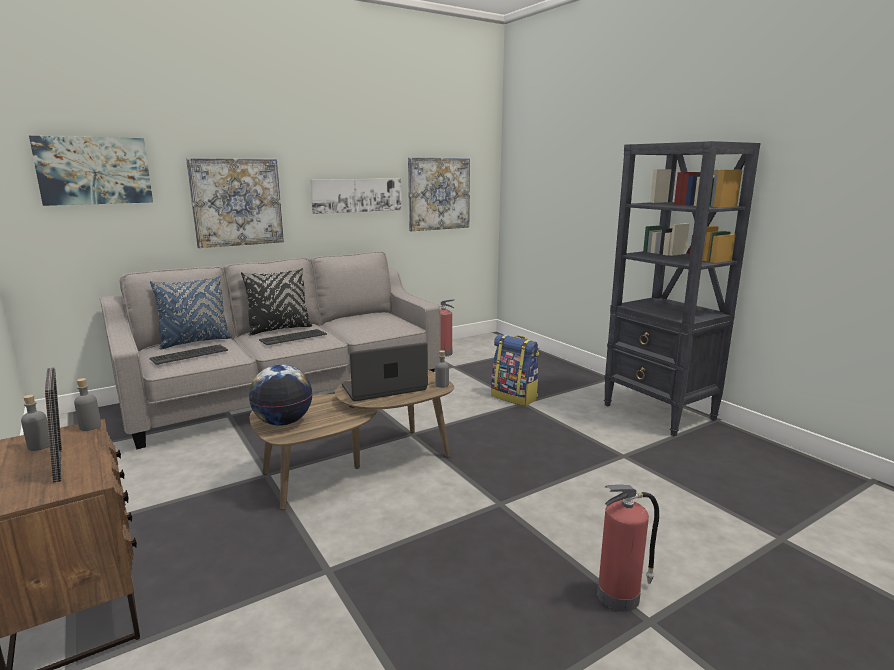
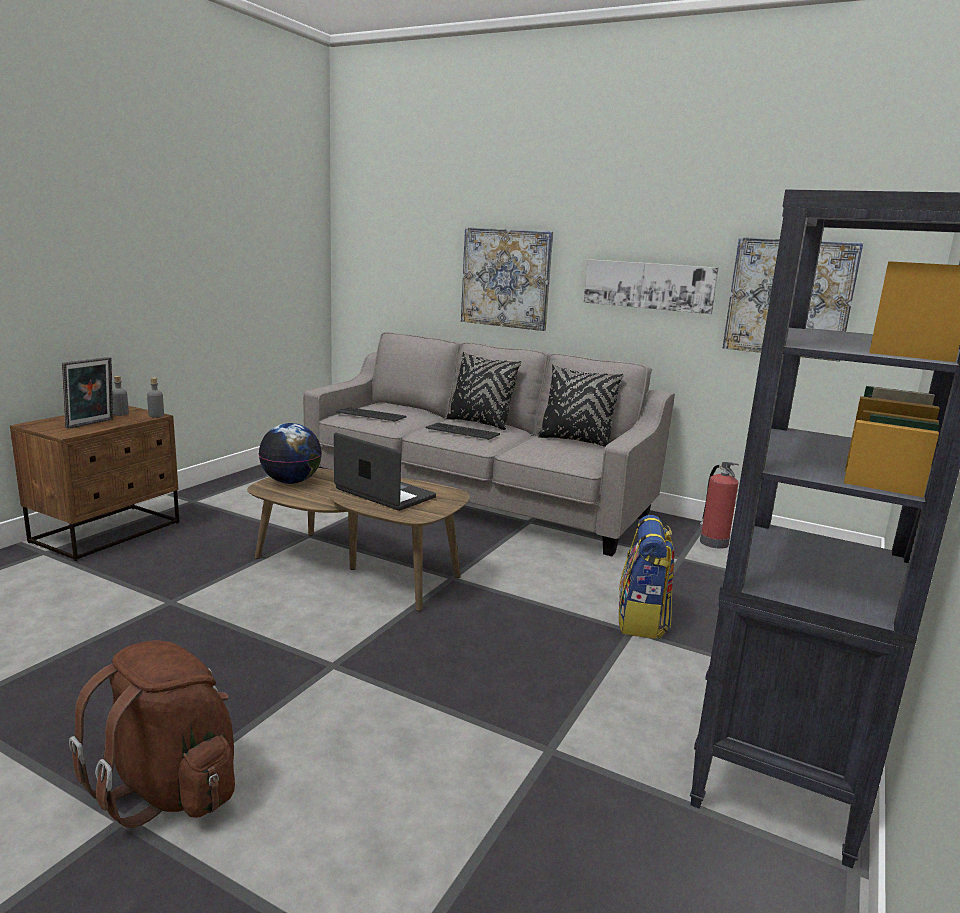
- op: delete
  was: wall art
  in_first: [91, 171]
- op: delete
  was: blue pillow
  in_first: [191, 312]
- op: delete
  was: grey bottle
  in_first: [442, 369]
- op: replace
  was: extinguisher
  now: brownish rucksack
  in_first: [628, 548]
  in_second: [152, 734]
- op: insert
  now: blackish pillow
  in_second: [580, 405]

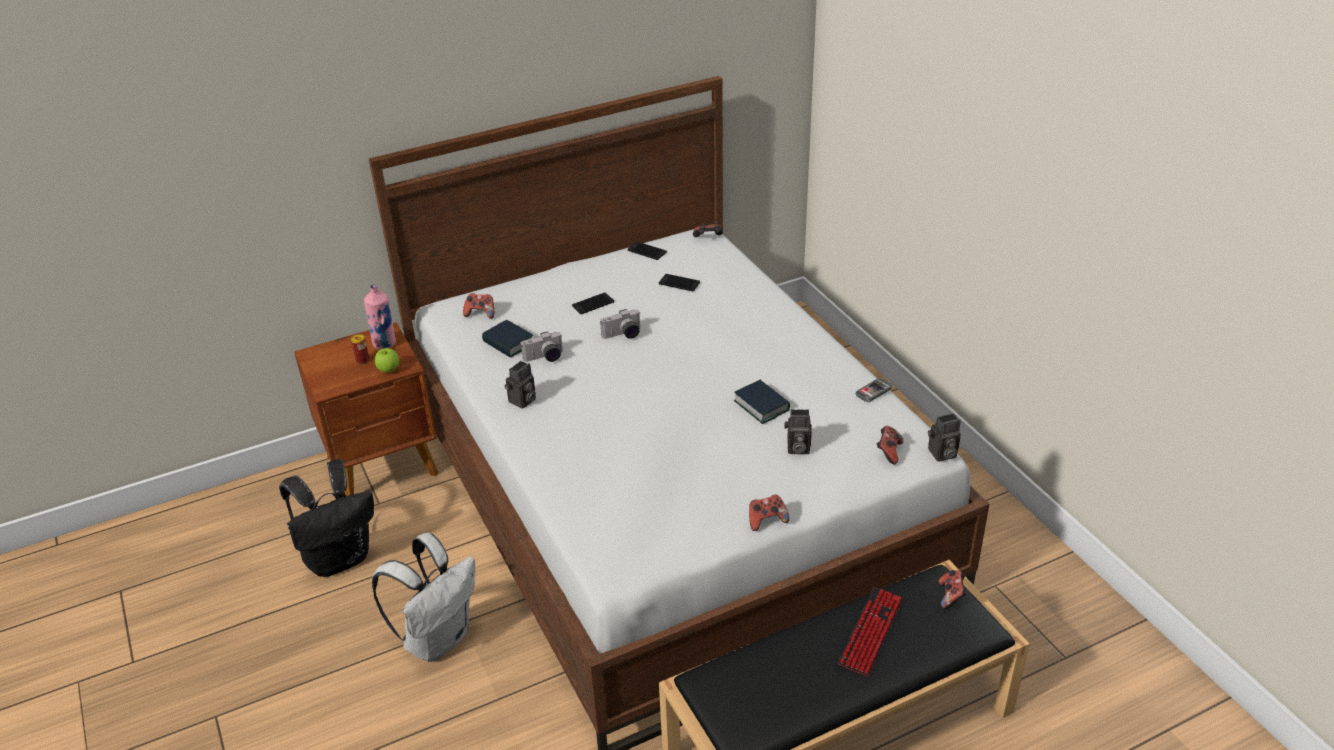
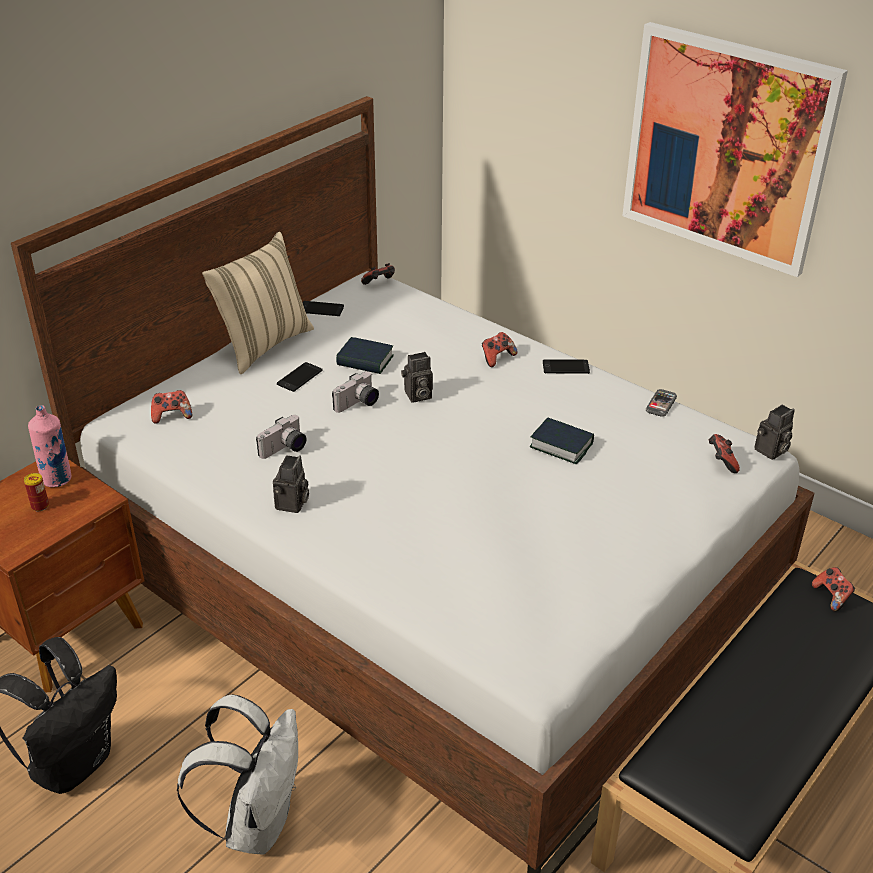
- op: move
  was: handset
  in_first: [679, 282]
  in_second: [566, 366]
- op: move
  was: volume
  in_first: [507, 339]
  in_second: [365, 355]
- op: delete
  was: apple fruit
  in_first: [387, 360]
- op: move
  was: photo camera
  in_first: [798, 431]
  in_second: [417, 377]
- op: move
  was: gamepad
  in_first: [769, 513]
  in_second: [500, 349]
- op: delete
  was: keyboard
  in_first: [870, 632]
- op: insert
  now: wall art
  in_second: [735, 149]
- op: insert
  now: beige pillow
  in_second: [258, 303]

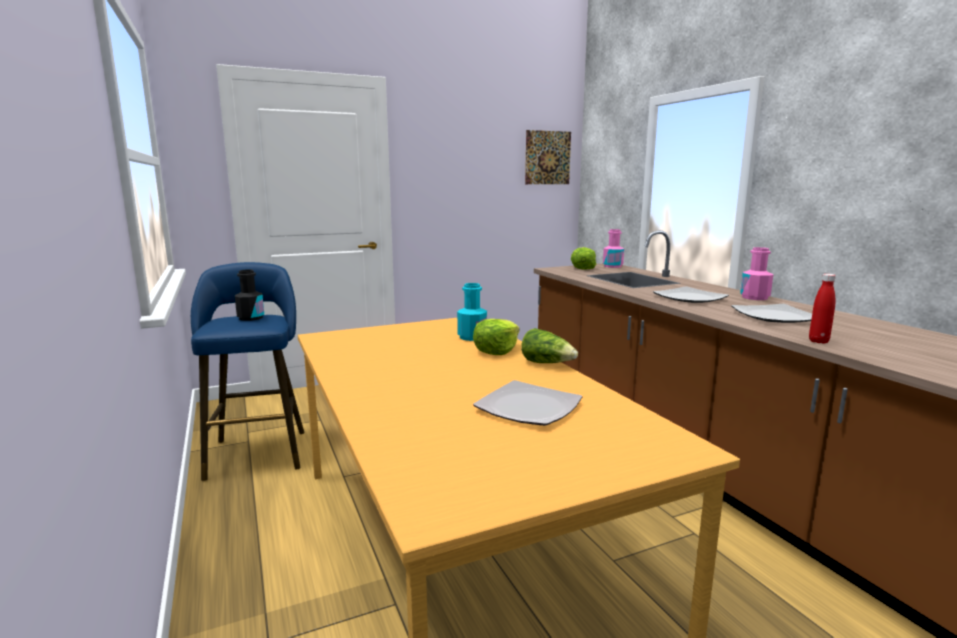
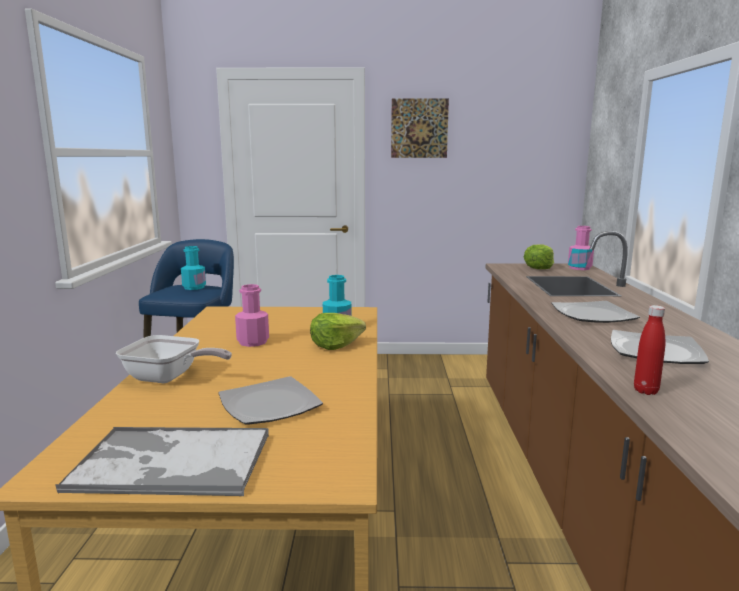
- op: move
  was: wall art
  in_first: [548, 157]
  in_second: [420, 128]
- op: move
  was: pink-coloured bottle
  in_first: [756, 273]
  in_second: [252, 315]
- op: recolor
  was: blackish bottle
  now: turquoise-coloured bottle
  in_first: [249, 295]
  in_second: [193, 268]
- op: delete
  was: lettuce head
  in_first: [549, 345]
- op: insert
  now: frying pan
  in_second: [174, 359]
- op: insert
  now: serving tray
  in_second: [162, 461]

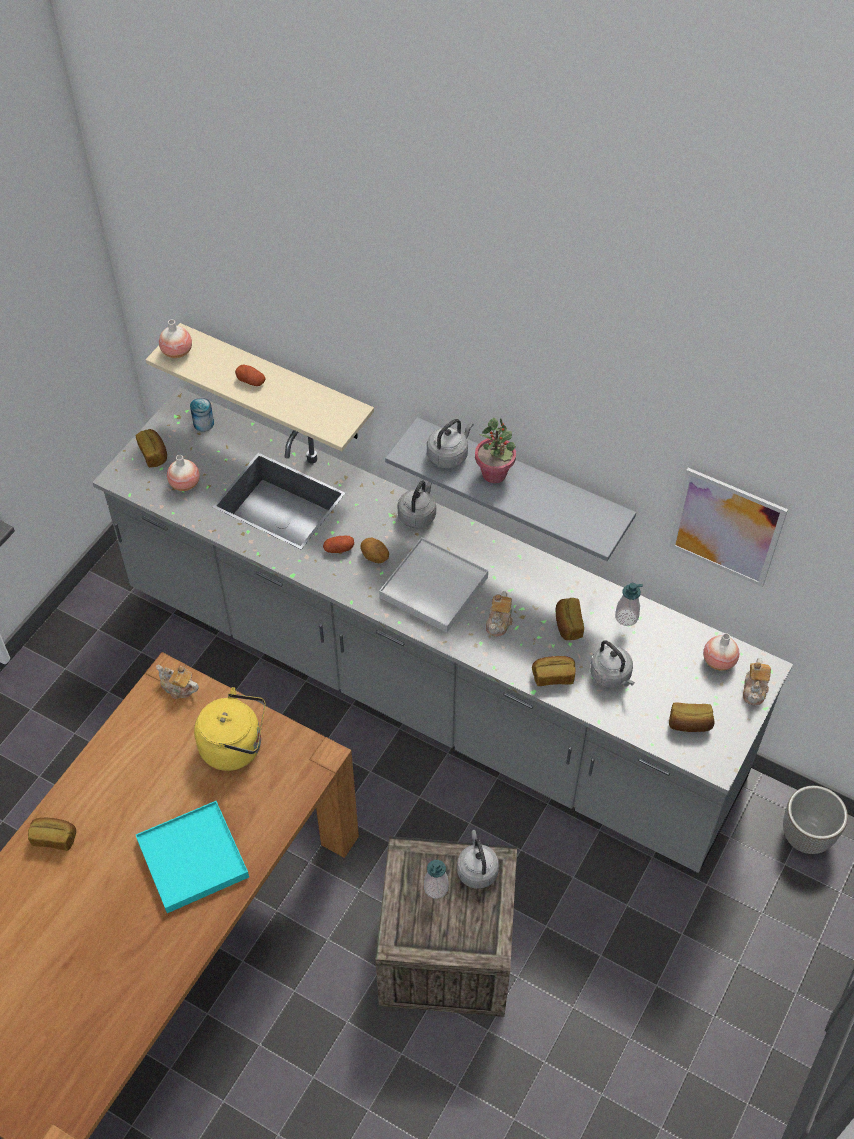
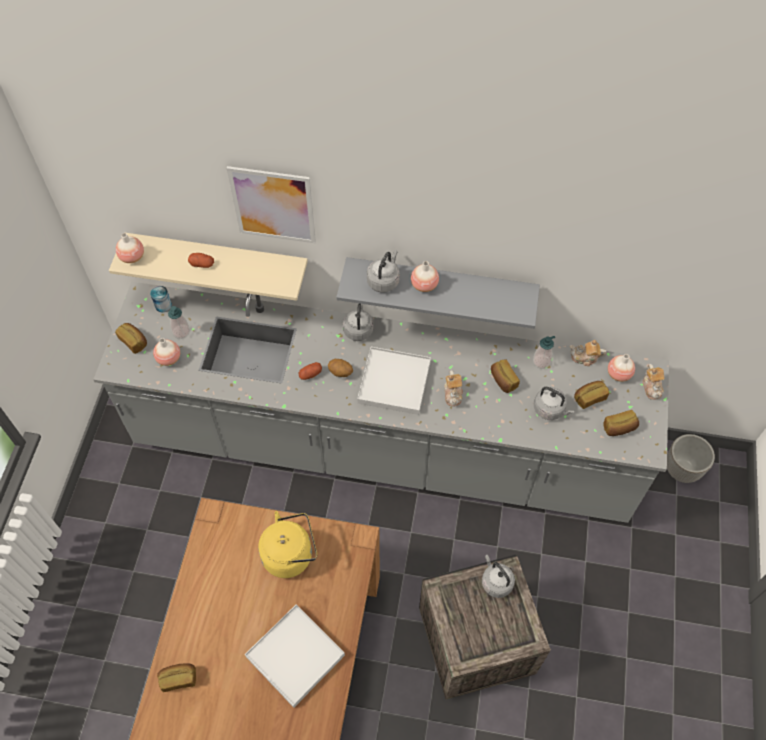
- op: replace
  was: houseplant
  now: decorative vase
  in_first: [495, 450]
  in_second: [425, 276]
- op: move
  was: wall art
  in_first: [728, 527]
  in_second: [271, 204]
- op: move
  was: bakery bread
  in_first: [554, 671]
  in_second: [591, 395]
- op: move
  was: tea pot
  in_first: [177, 682]
  in_second: [588, 353]
- op: recolor
  was: turquoise-coloured serving tray
  now: whitish serving tray
  in_first: [192, 857]
  in_second: [295, 656]
- op: move
  was: liquid soap bottle
  in_first: [436, 879]
  in_second: [179, 322]

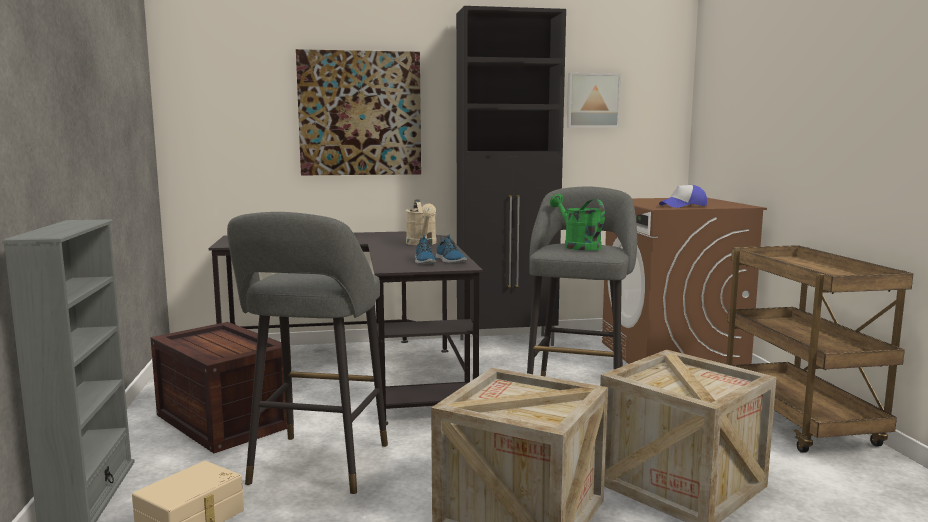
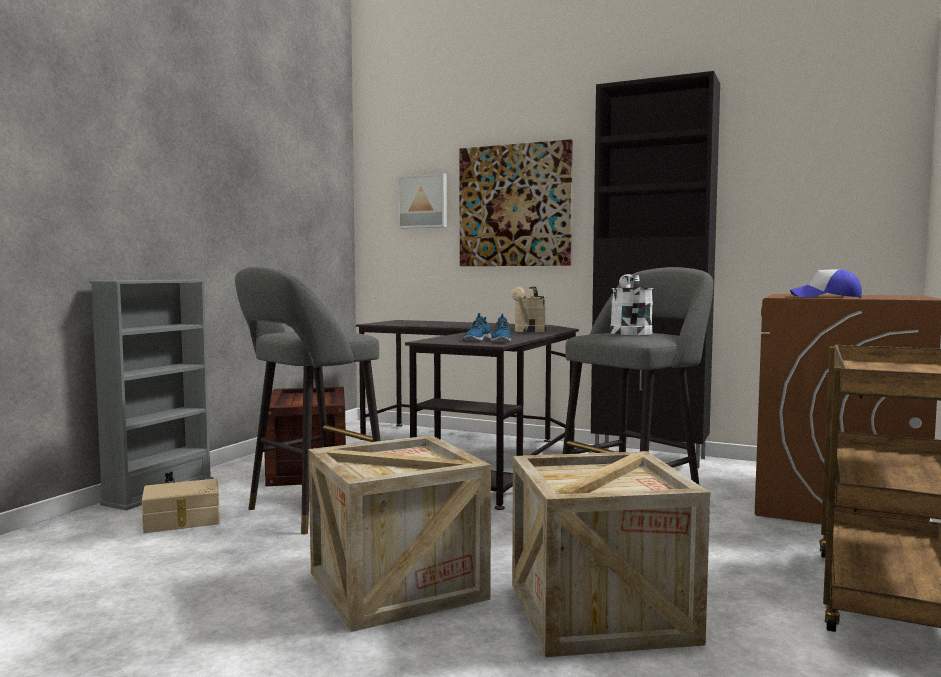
- op: move
  was: wall art
  in_first: [594, 100]
  in_second: [422, 201]
- op: recolor
  was: green-coloured sprinkling can
  now: whitish sprinkling can
  in_first: [577, 222]
  in_second: [631, 304]

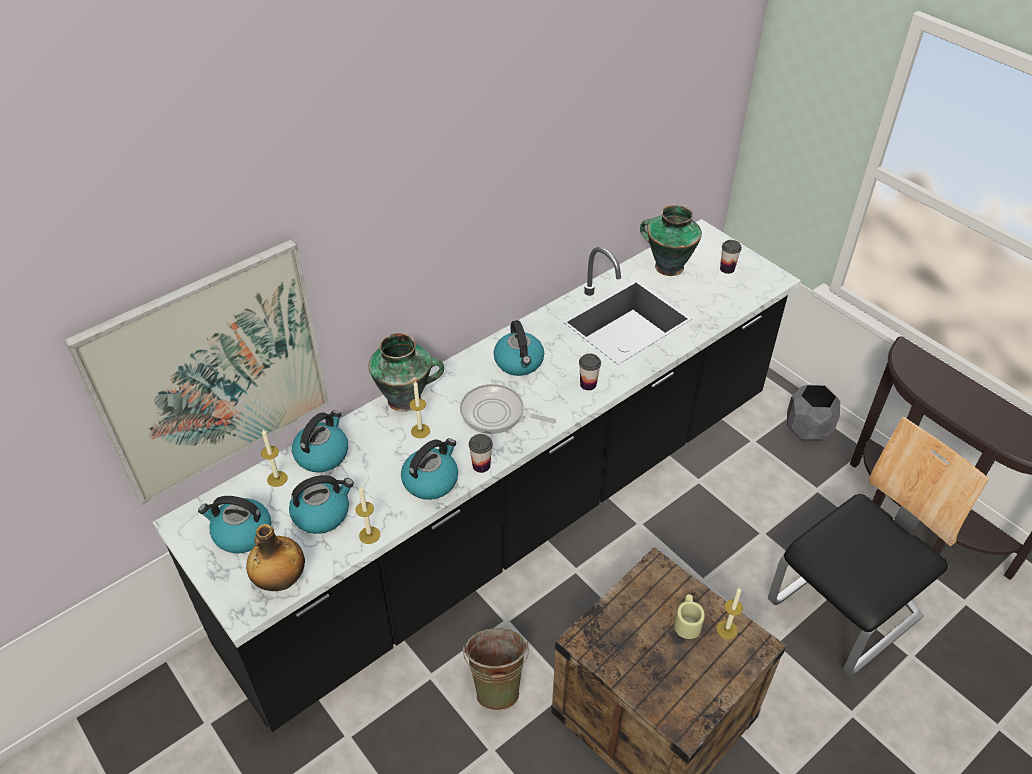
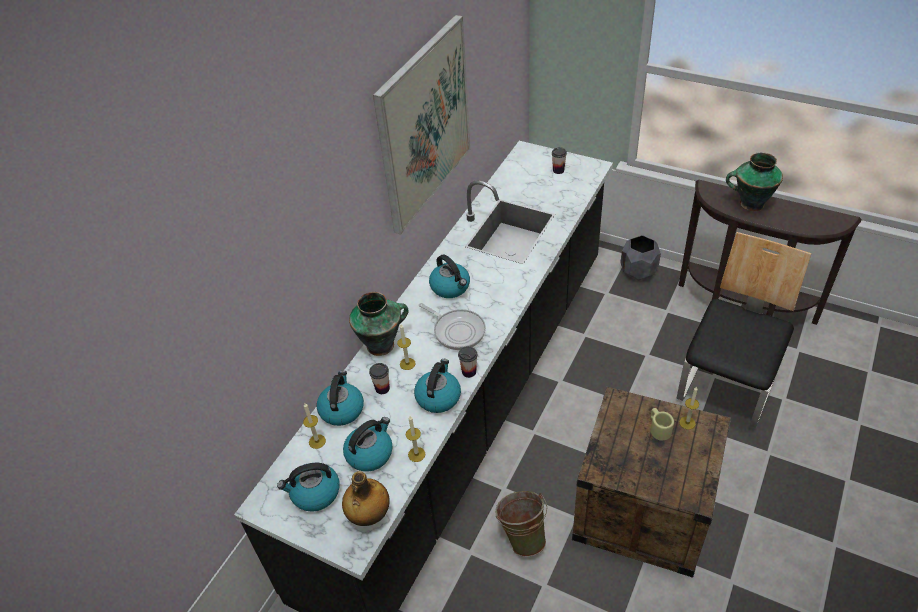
- op: move
  was: decorative vase
  in_first: [671, 240]
  in_second: [754, 181]
- op: move
  was: wall art
  in_first: [197, 372]
  in_second: [422, 125]
- op: move
  was: cup
  in_first: [590, 372]
  in_second: [379, 378]
- op: rotate
  was: frying pan
  in_first: [508, 409]
  in_second: [452, 326]
  clockwise: -135

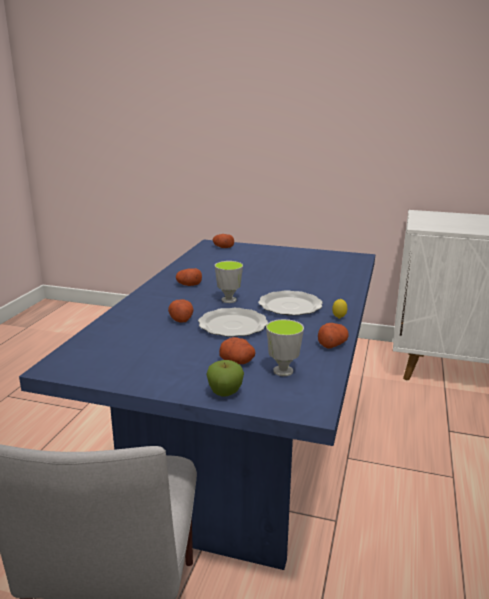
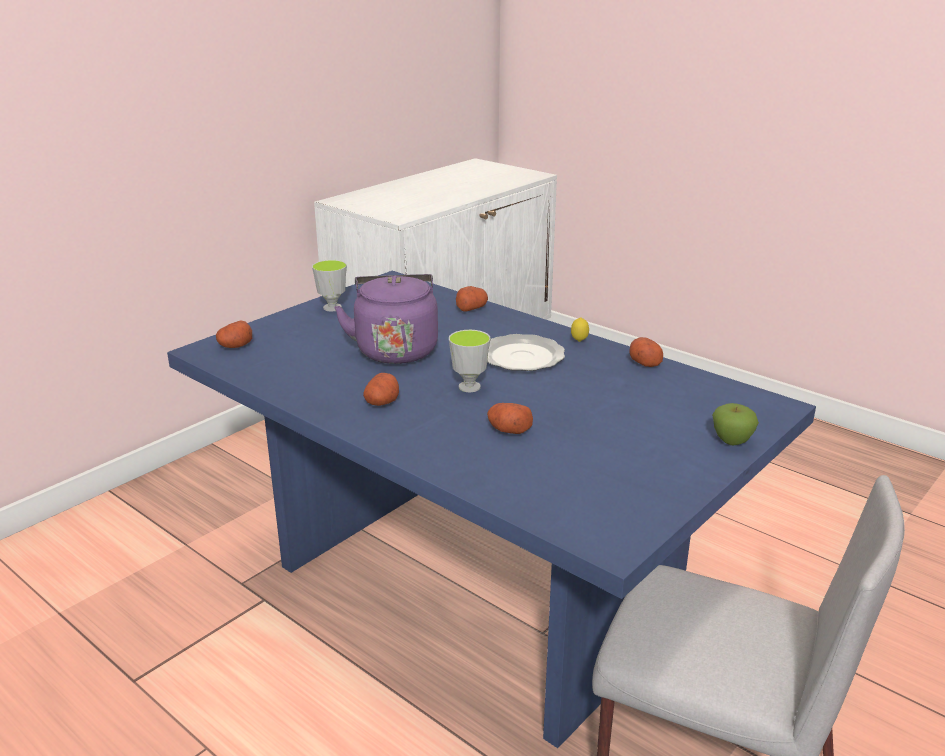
- op: delete
  was: dinner plate
  in_first: [233, 322]
- op: move
  was: cup
  in_first: [285, 347]
  in_second: [329, 285]
- op: move
  was: whole potato
  in_first: [237, 350]
  in_second: [472, 299]
- op: insert
  now: purple kettle
  in_second: [386, 319]

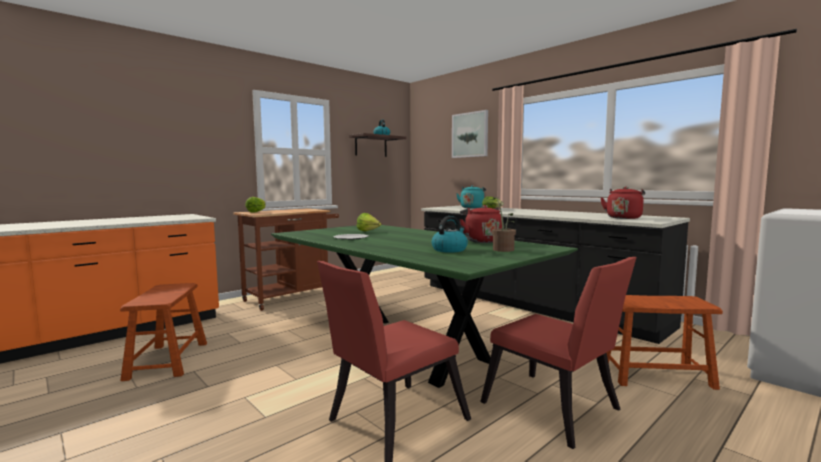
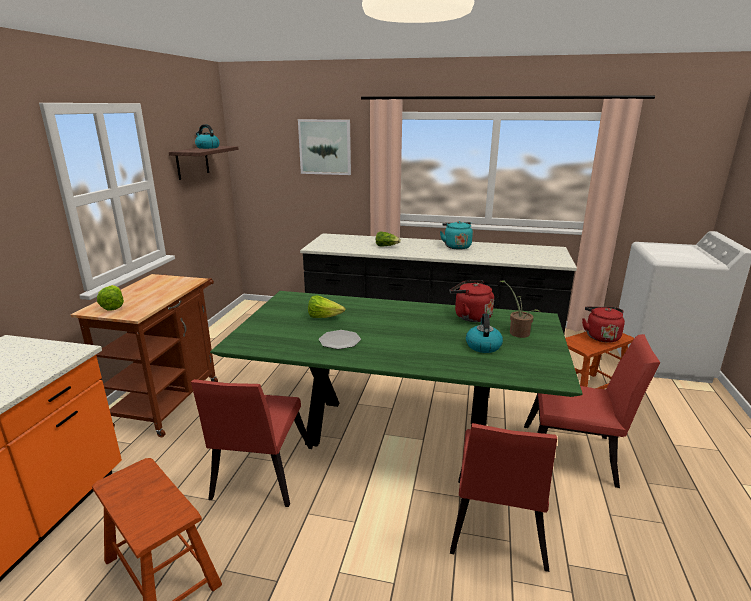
- op: move
  was: turquoise-coloured kettle
  in_first: [471, 197]
  in_second: [456, 235]
- op: move
  was: red-coloured kettle
  in_first: [622, 203]
  in_second: [603, 325]
- op: insert
  now: red-coloured plain chair
  in_second: [252, 443]

